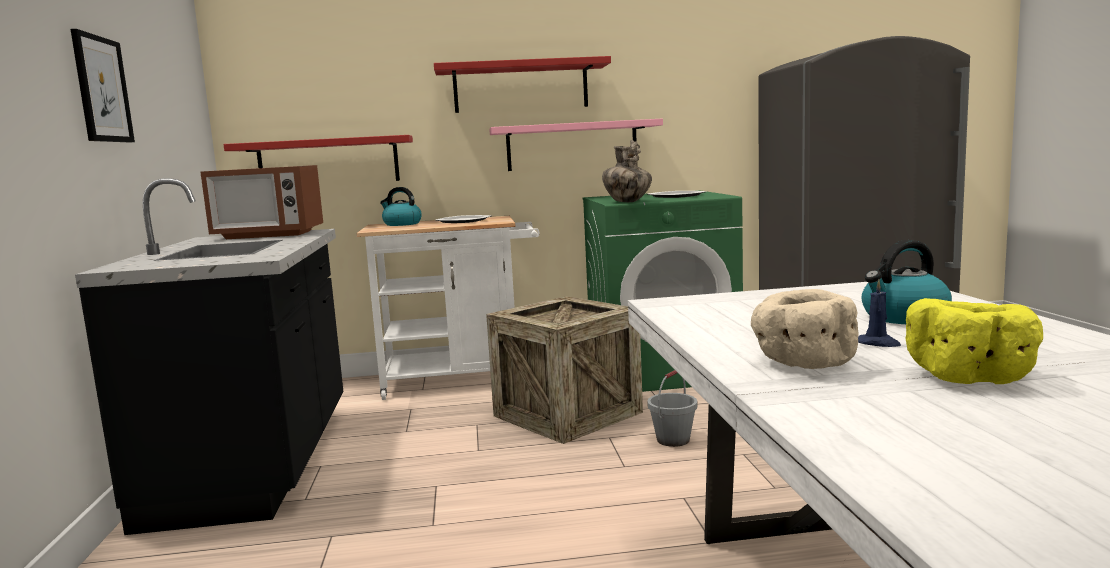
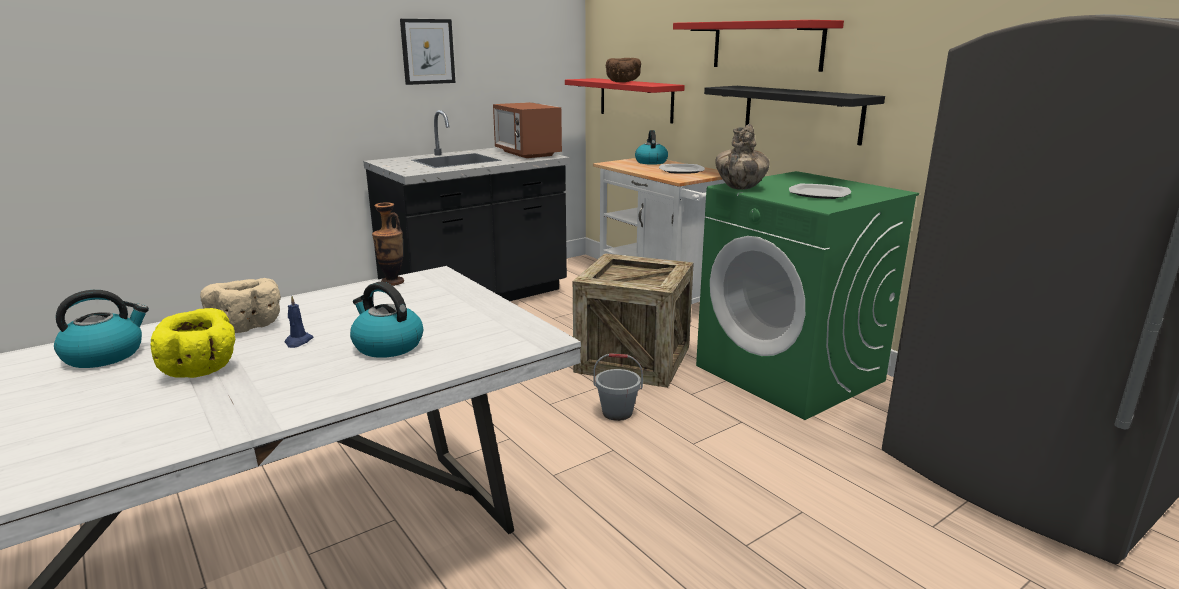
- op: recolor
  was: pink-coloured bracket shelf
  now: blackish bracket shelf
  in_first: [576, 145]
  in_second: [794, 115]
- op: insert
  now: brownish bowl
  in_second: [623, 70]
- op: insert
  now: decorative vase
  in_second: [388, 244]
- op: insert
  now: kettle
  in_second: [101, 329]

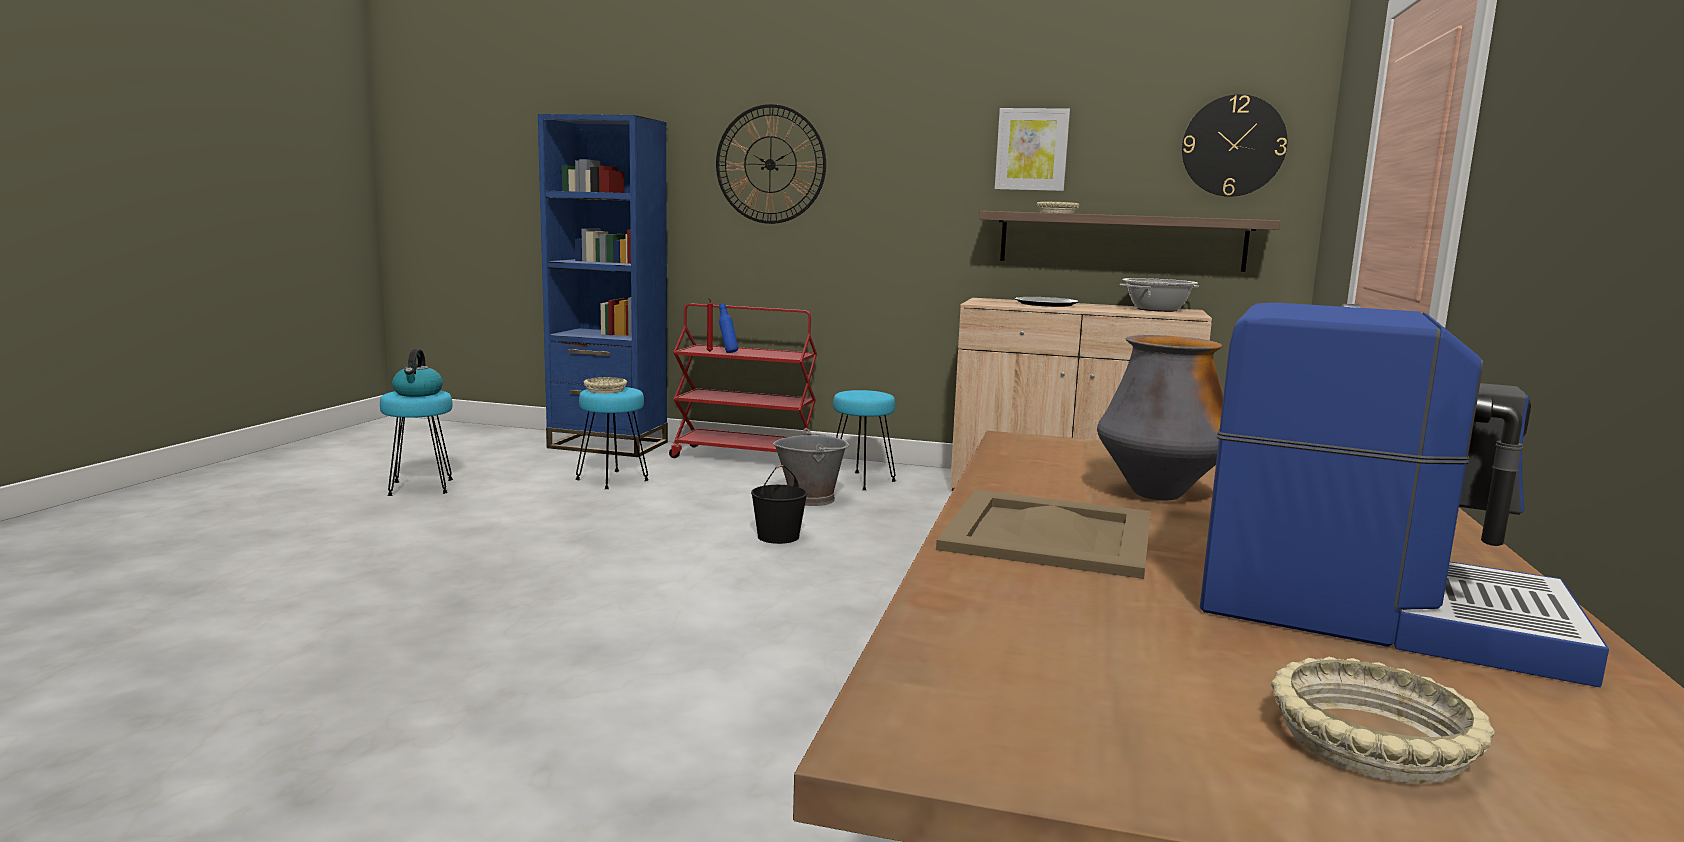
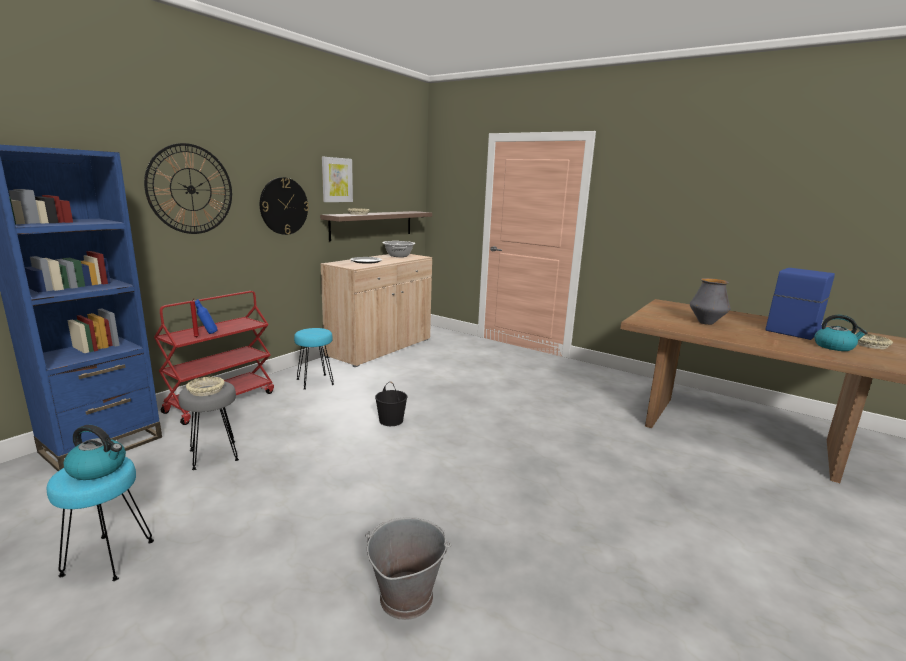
- op: move
  was: clock on the wall
  in_first: [1234, 145]
  in_second: [284, 206]
- op: recolor
  was: turquoise-coloured stool
  now: grey stool
  in_first: [612, 438]
  in_second: [208, 426]
- op: move
  was: grey bucket
  in_first: [811, 467]
  in_second: [408, 568]
- op: delete
  was: beige serving tray
  in_first: [1043, 534]
- op: insert
  now: kettle
  in_second: [841, 333]

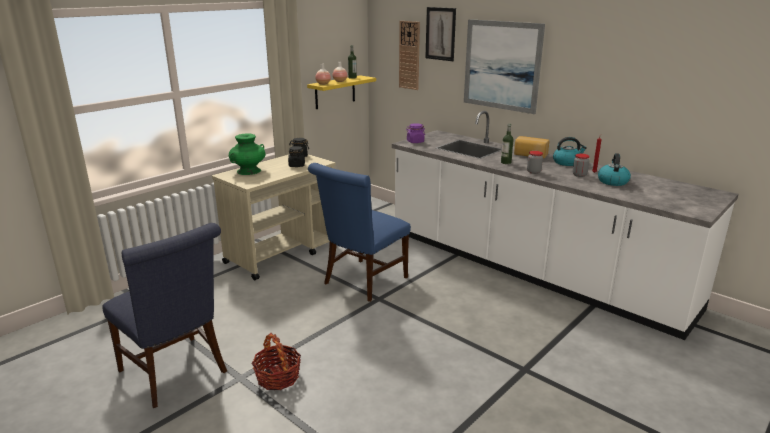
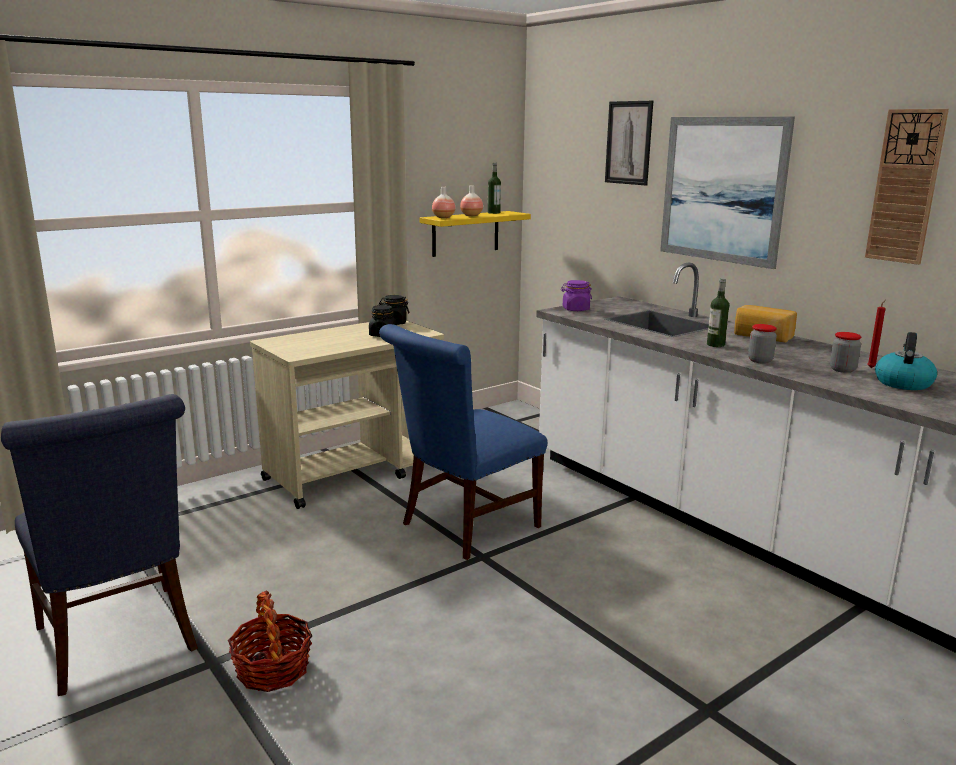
- op: move
  was: clock on the wall
  in_first: [409, 55]
  in_second: [907, 187]
- op: delete
  was: green-coloured decorative vase
  in_first: [247, 154]
- op: delete
  was: kettle
  in_first: [570, 151]

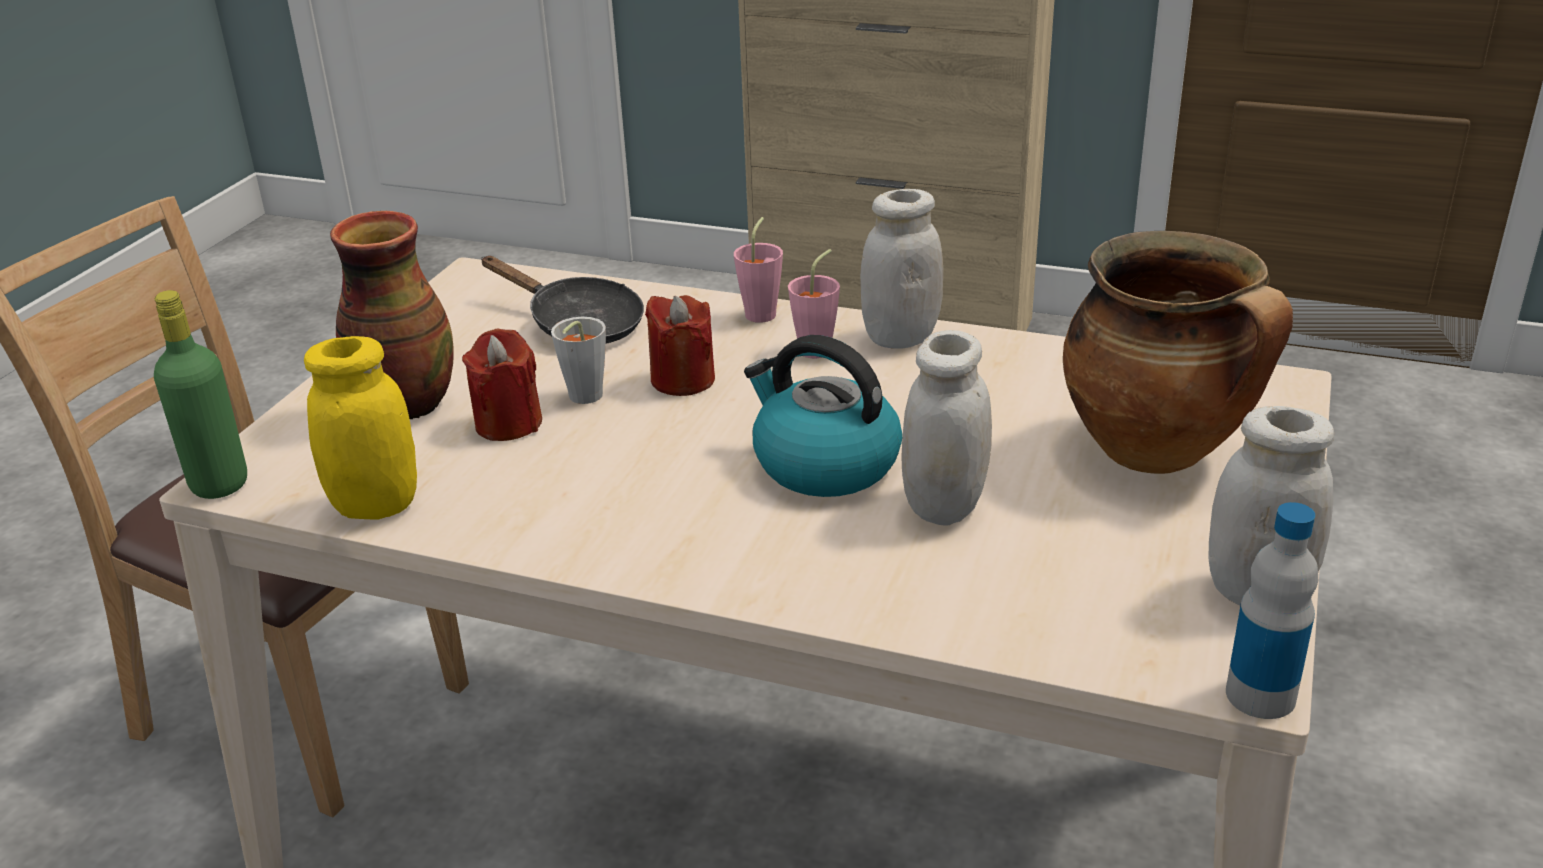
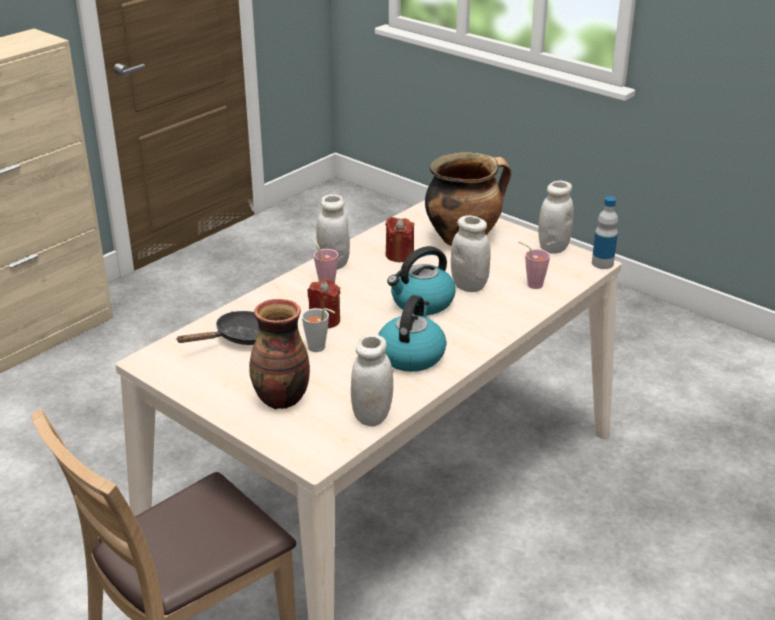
- op: move
  was: pink-coloured cup
  in_first: [758, 270]
  in_second: [534, 265]
- op: delete
  was: green-coloured bottle
  in_first: [200, 394]
- op: move
  was: red-coloured wax candle
  in_first: [502, 385]
  in_second: [399, 239]
- op: recolor
  was: yellow-coloured preserve jar
  now: whitish preserve jar
  in_first: [360, 428]
  in_second: [372, 380]
- op: insert
  now: kettle
  in_second: [412, 333]

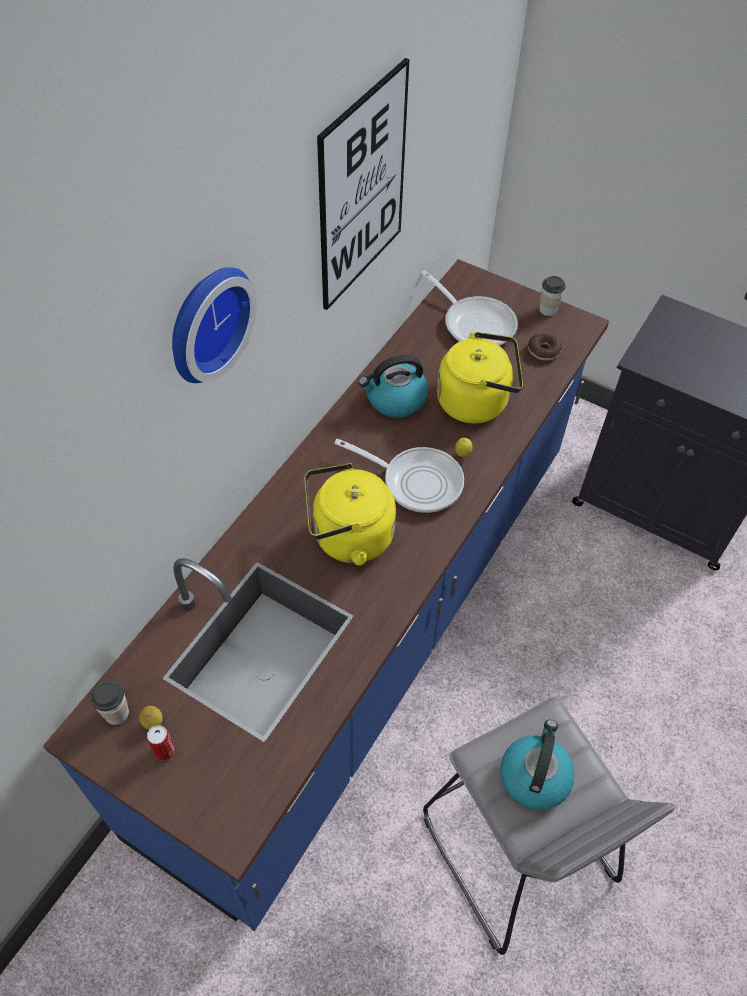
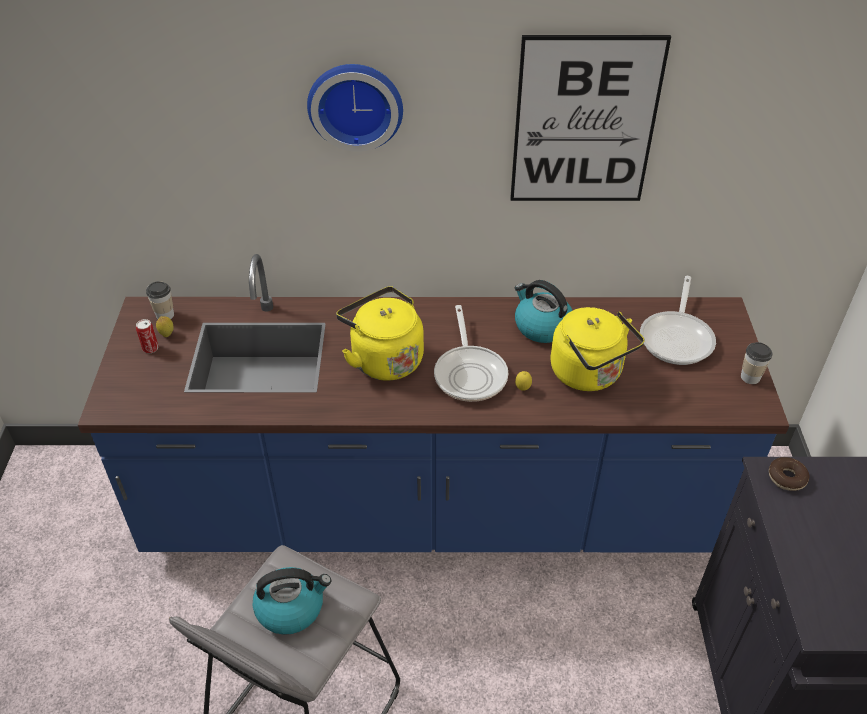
- op: move
  was: ring doughnut
  in_first: [545, 347]
  in_second: [789, 474]

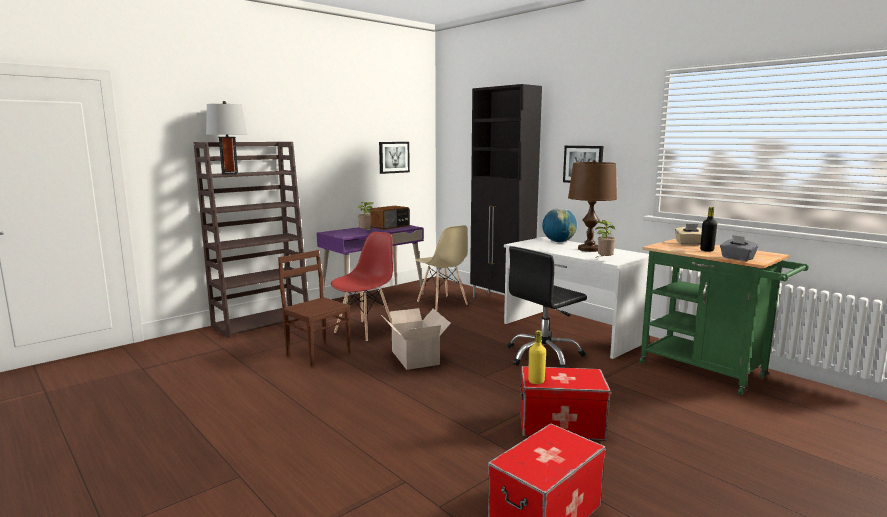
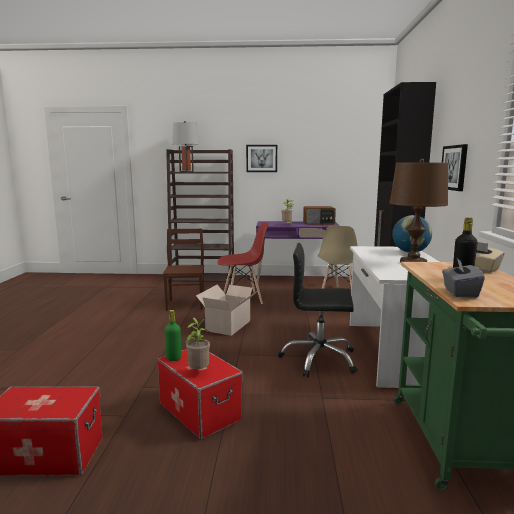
- op: move
  was: wall art
  in_first: [394, 158]
  in_second: [261, 158]
- op: move
  was: houseplant
  in_first: [605, 239]
  in_second: [198, 343]
- op: recolor
  was: yellow-coloured bottle
  now: green-coloured bottle
  in_first: [537, 357]
  in_second: [173, 335]

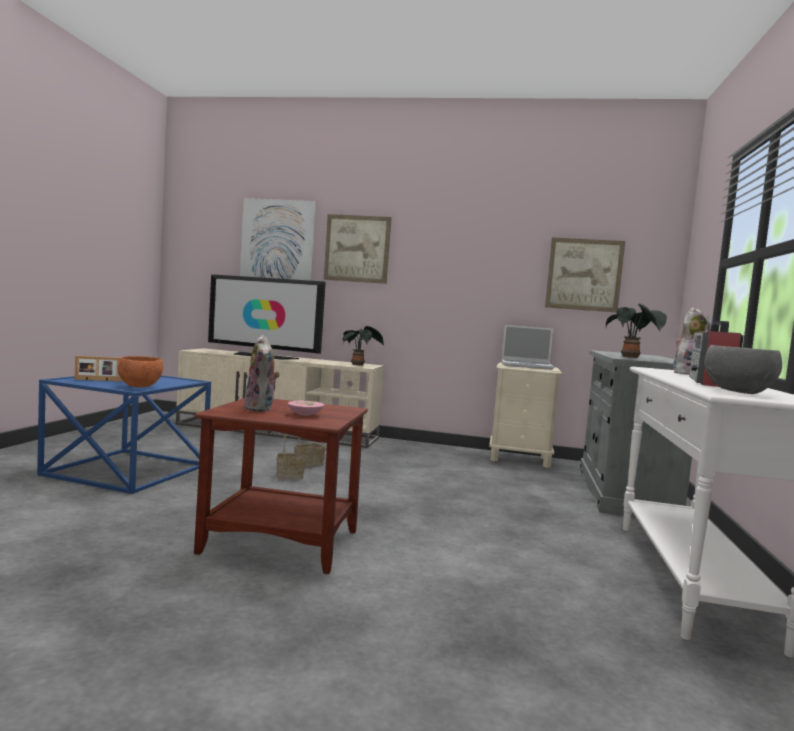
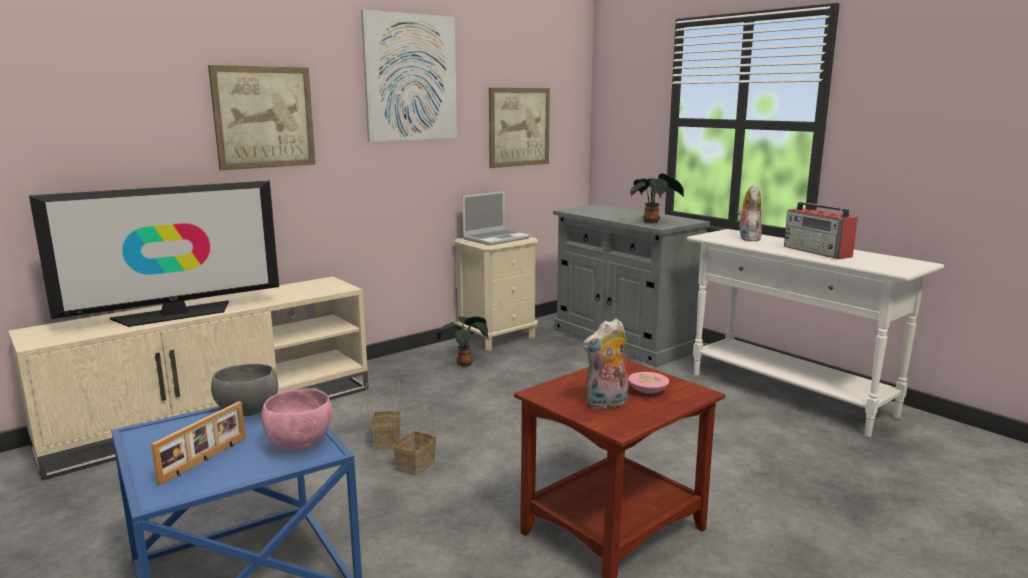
- op: move
  was: wall art
  in_first: [278, 239]
  in_second: [409, 76]
- op: move
  was: houseplant
  in_first: [363, 346]
  in_second: [462, 341]
- op: rotate
  was: plush toy
  in_first: [262, 373]
  in_second: [605, 363]
  clockwise: 135
- op: move
  was: grey bowl
  in_first: [743, 369]
  in_second: [244, 390]
- op: recolor
  was: orange-coloured bowl
  now: pink-coloured bowl
  in_first: [140, 371]
  in_second: [296, 419]

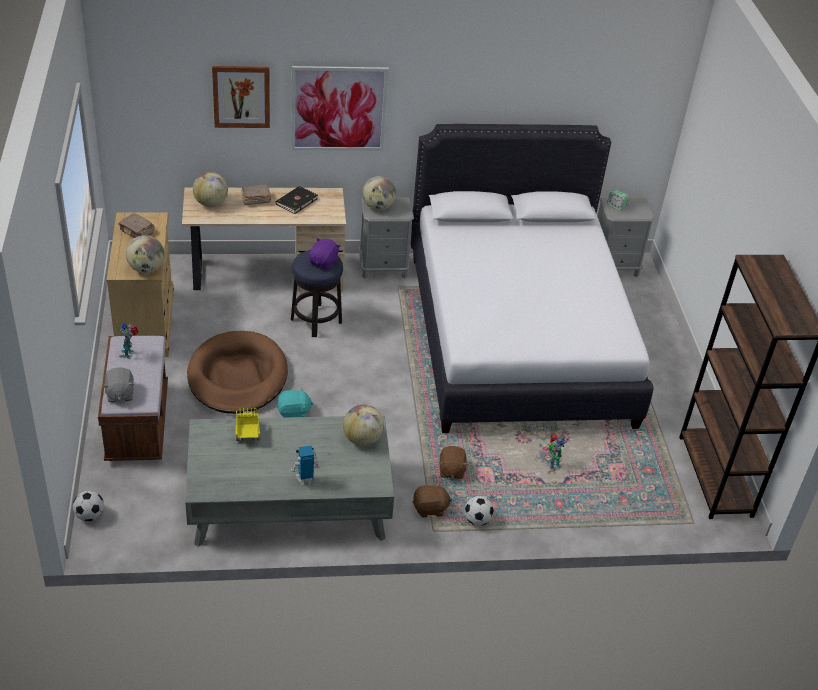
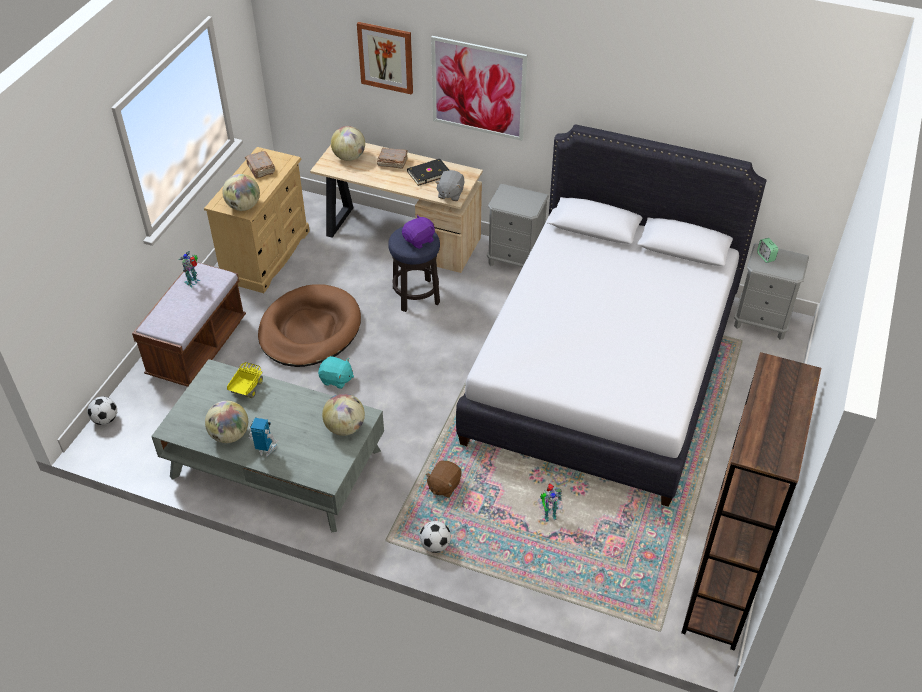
- op: move
  was: globe
  in_first: [379, 193]
  in_second: [226, 422]
- op: move
  was: grey plush toy
  in_first: [118, 384]
  in_second: [450, 185]
- op: delete
  was: brownish plush toy
  in_first: [432, 500]

